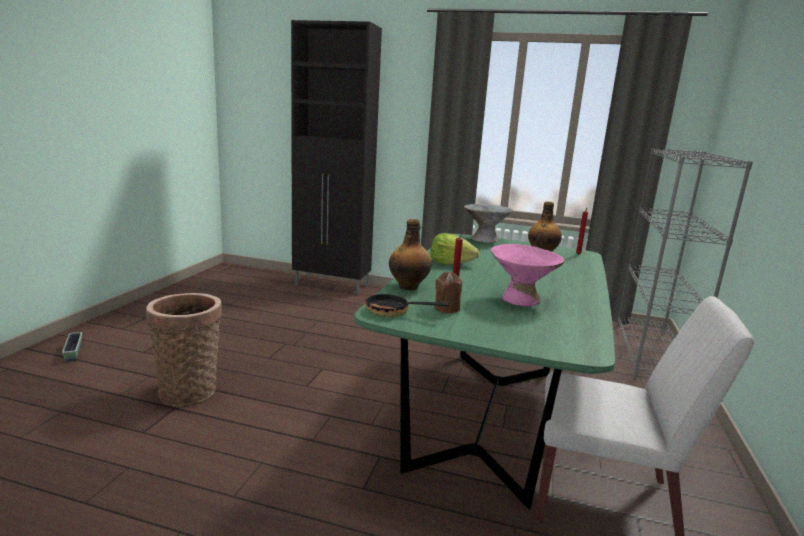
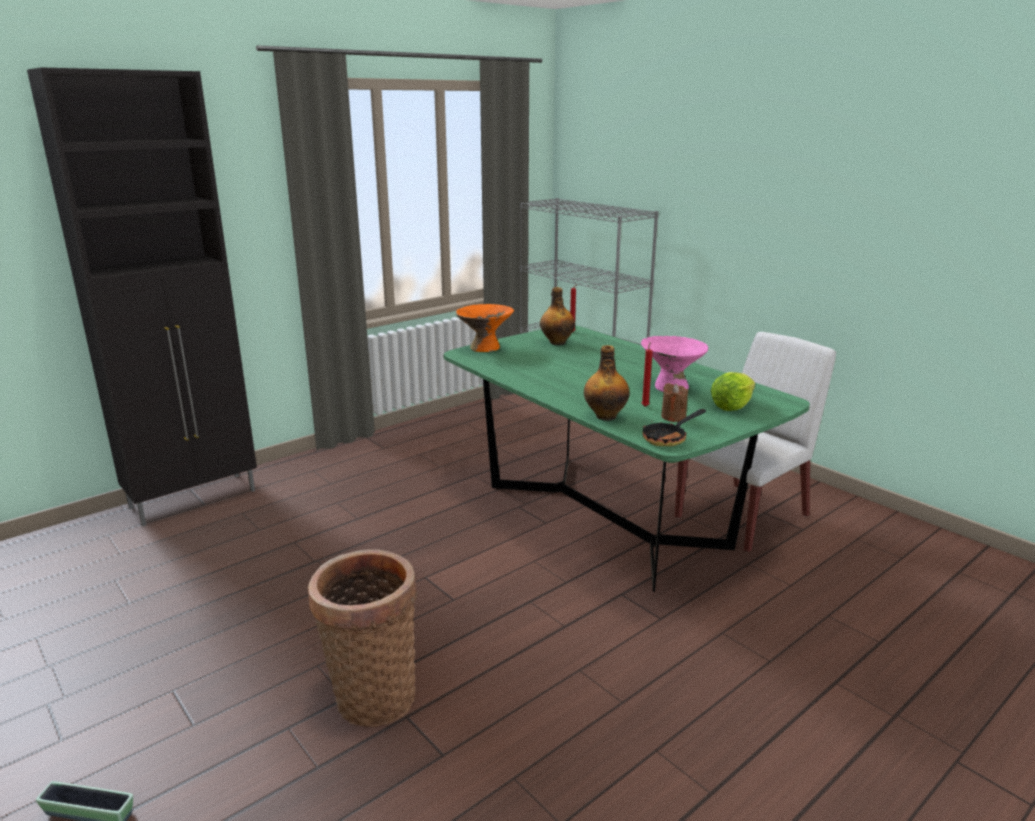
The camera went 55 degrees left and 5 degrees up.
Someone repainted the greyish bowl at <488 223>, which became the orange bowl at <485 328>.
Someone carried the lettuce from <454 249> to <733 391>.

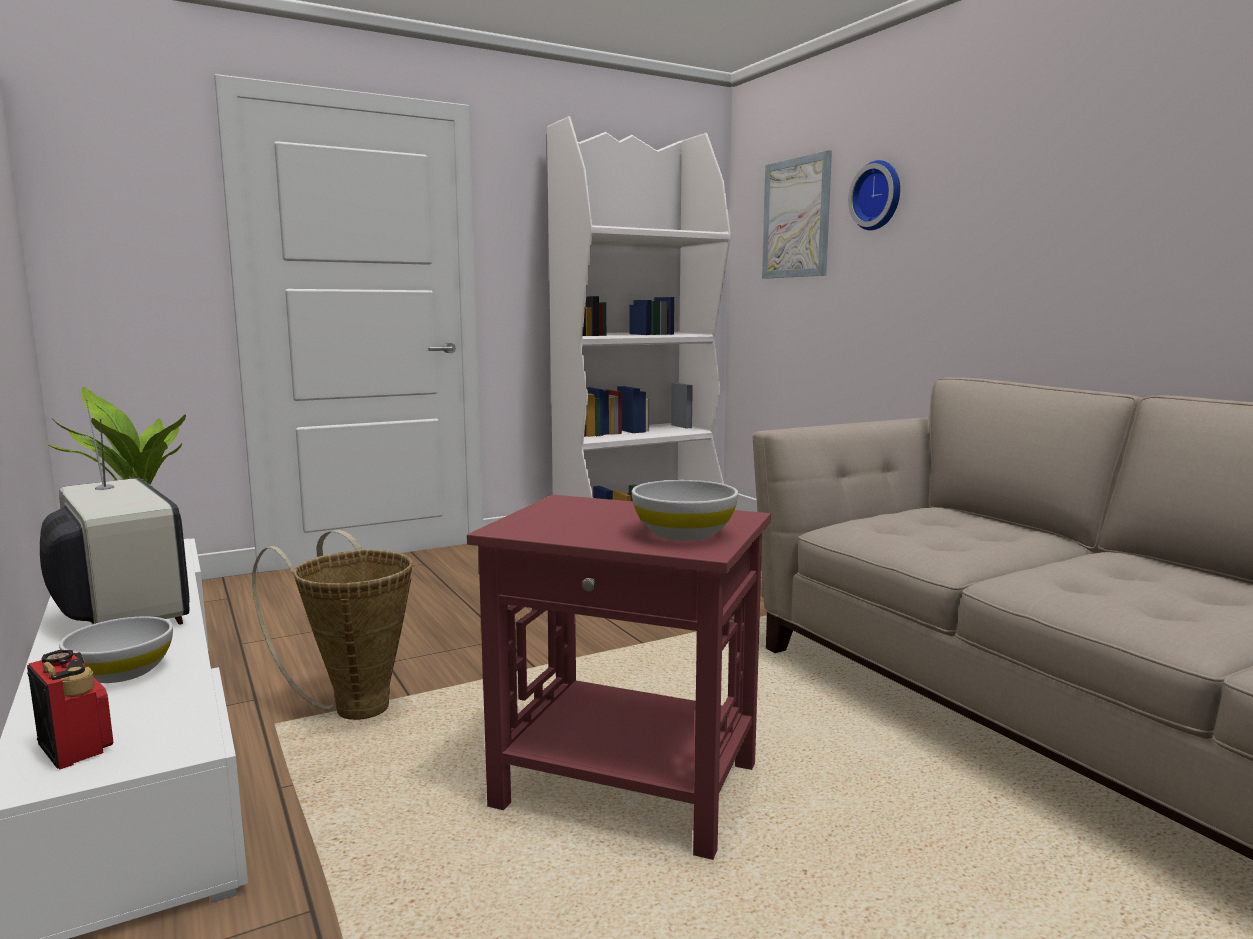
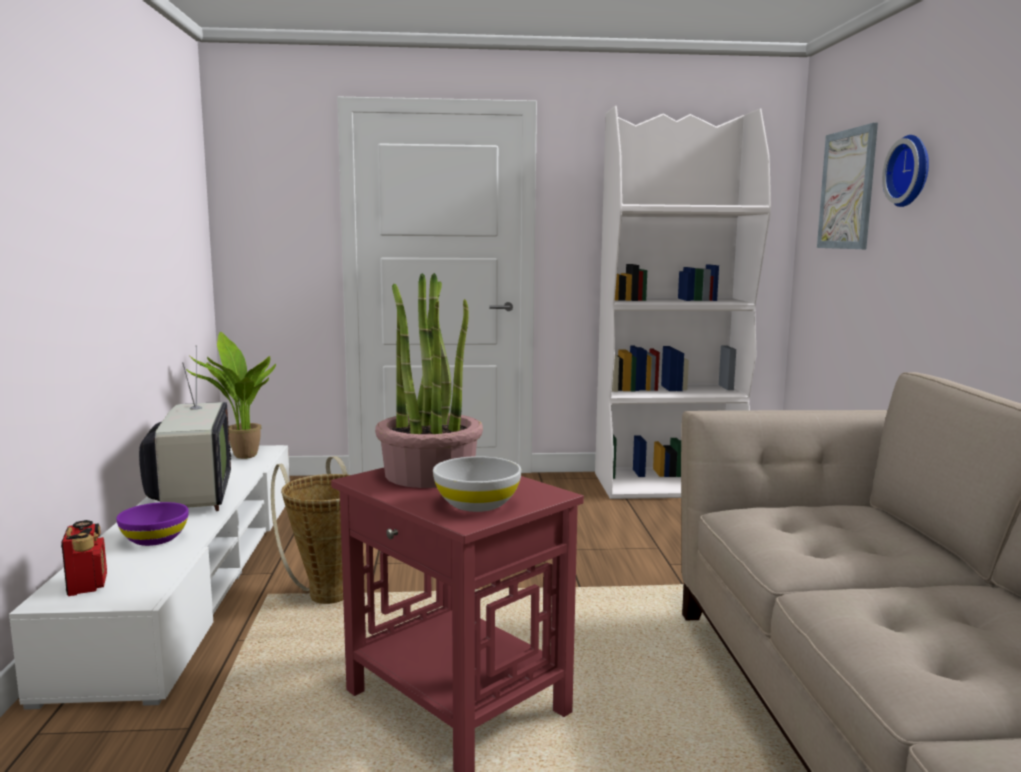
The camera went 25 degrees right and 0 degrees up.
Someone repainted the whitish bowl at <116 649>, which became the purplish bowl at <152 524>.
Someone put down the houseplant at <429 380>.

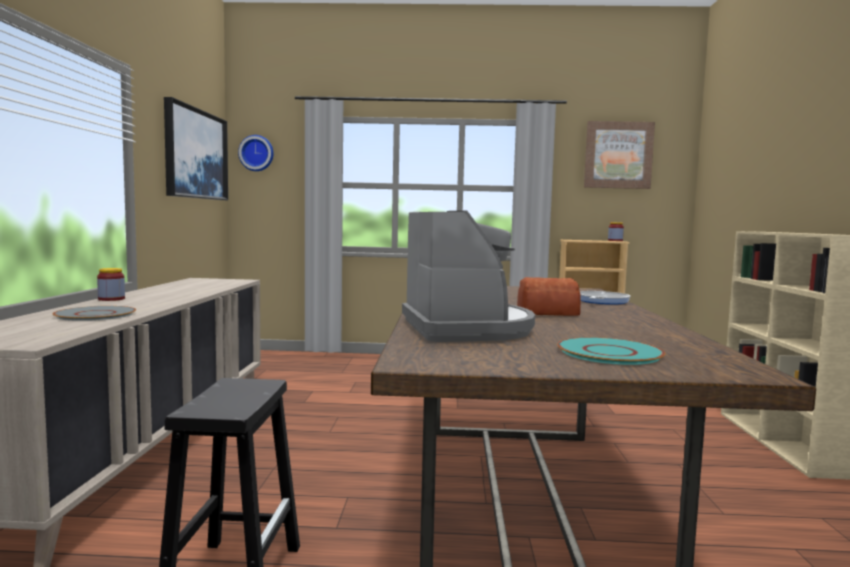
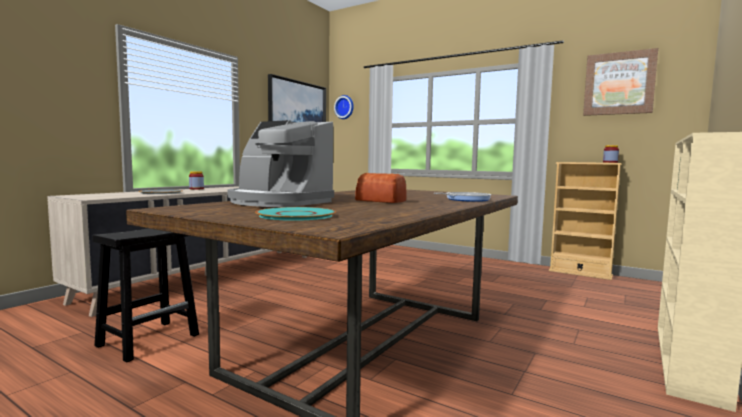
The camera went 30 degrees right and 0 degrees up.
Someone rotated the coffee machine at <468 276> by 105 degrees clockwise.

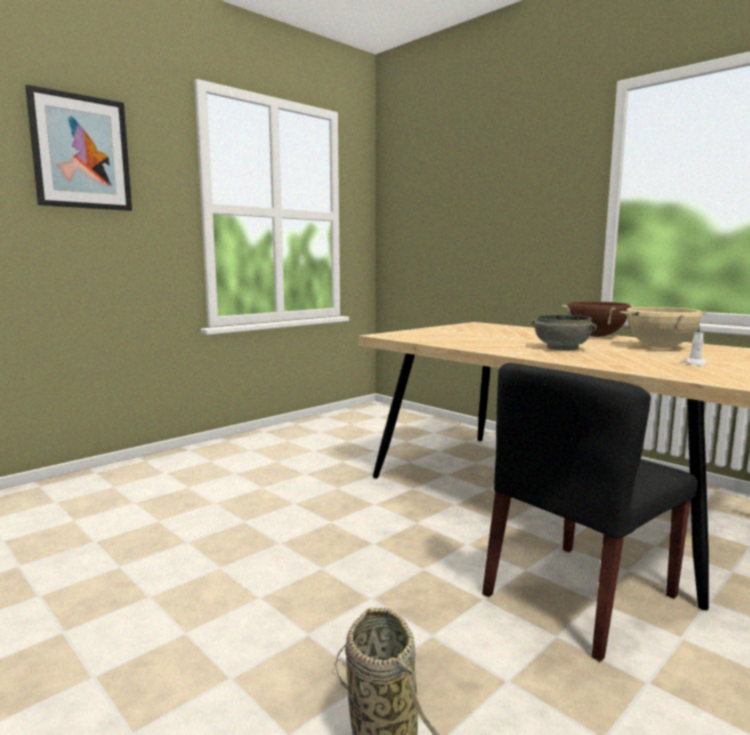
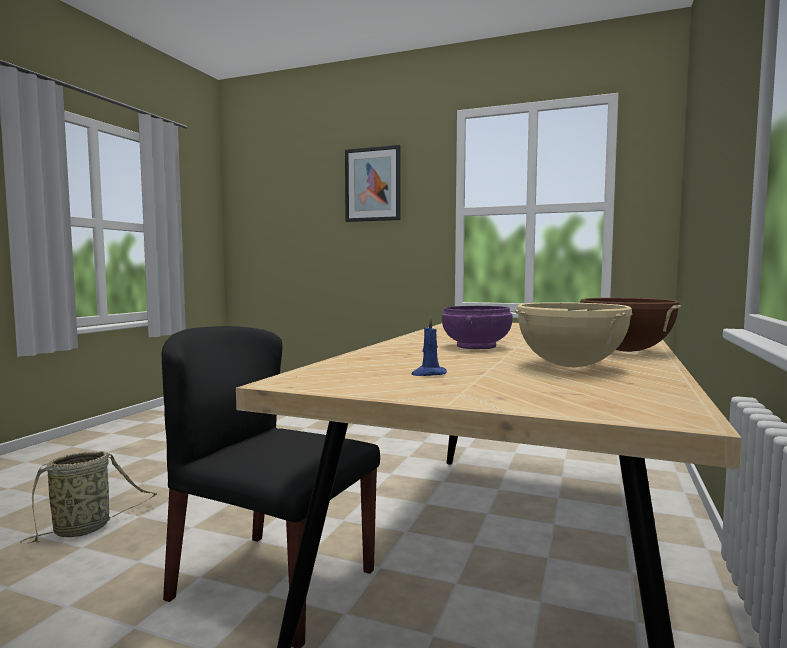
The camera went 65 degrees right and 5 degrees down.
Someone repainted the whitish candle at <695 345>, which became the blue candle at <429 346>.
Someone repainted the greyish bowl at <564 332>, which became the purplish bowl at <477 327>.

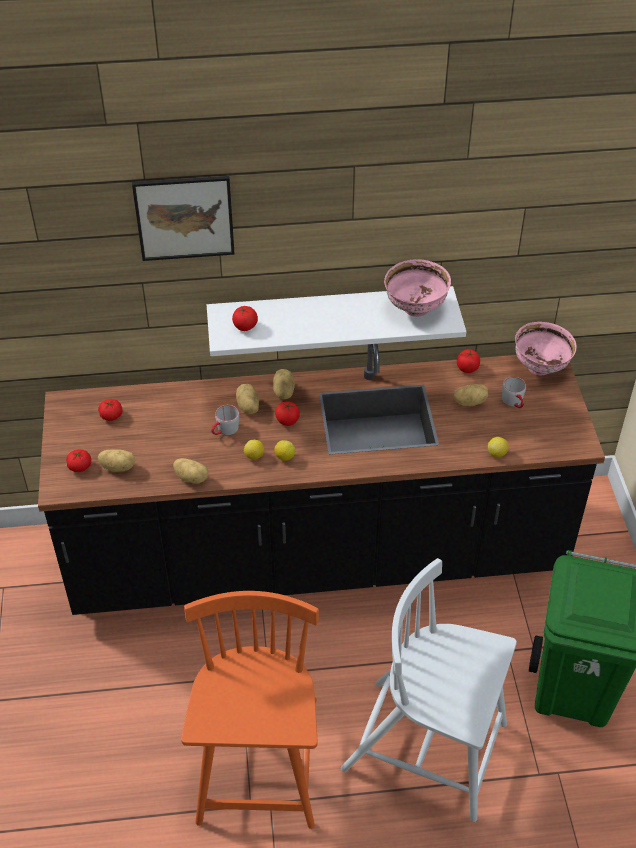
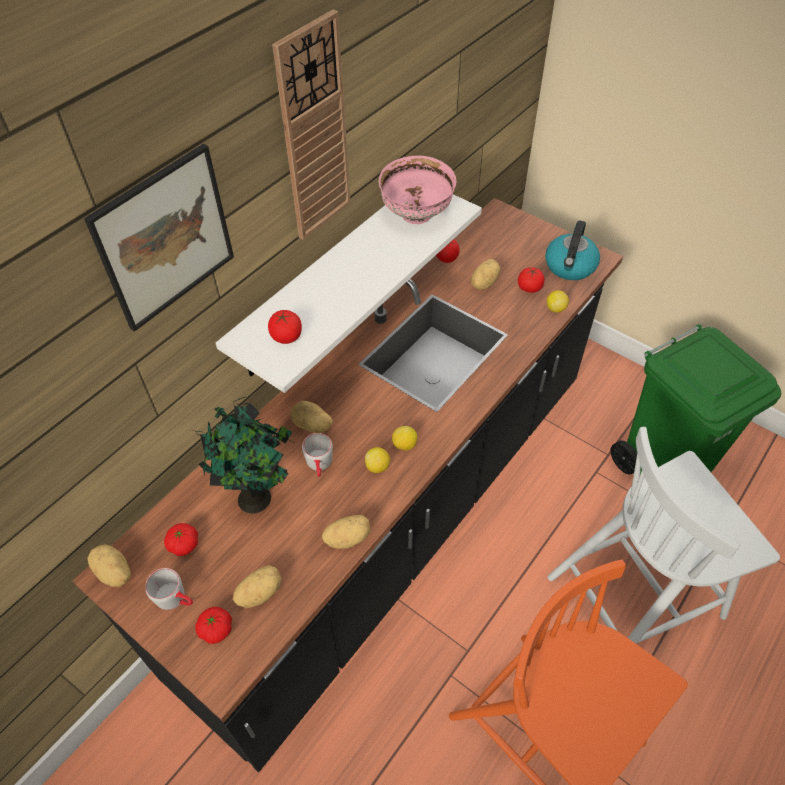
The camera went 45 degrees left and 5 degrees up.
Someone carried the spud from <284 384> to <109 565>.
Someone carried the greyish coffee mug from <514 392> to <169 589>.
Someone put down the houseplant at <241 454>.
Someone put up the clock on the wall at <311 124>.
Someone carried the tomato from <287 413> to <531 280>.
Someone put down the water kettle at <572 250>.
Someone took away the pinkish bowl at <546 348>.

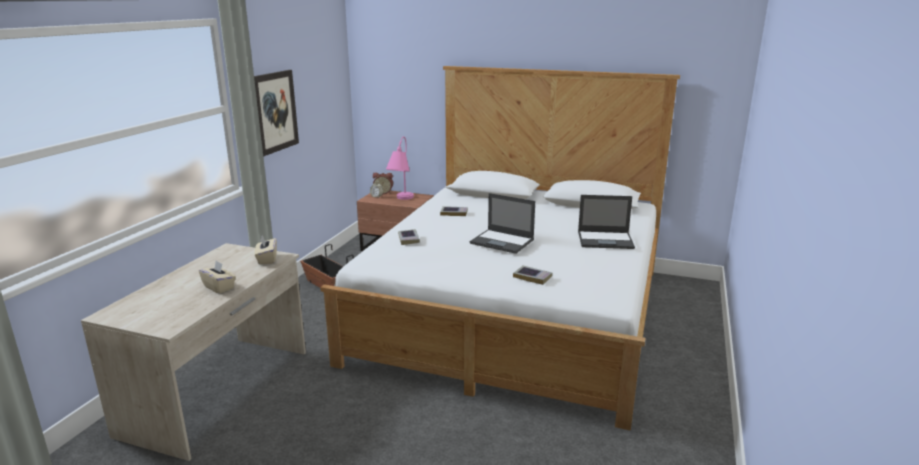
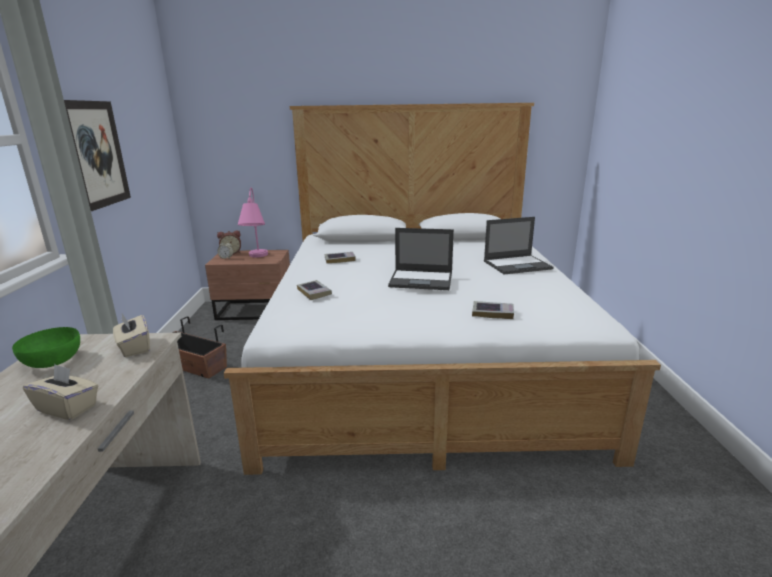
The camera went 20 degrees left and 0 degrees up.
Someone put down the green bowl at <46 347>.

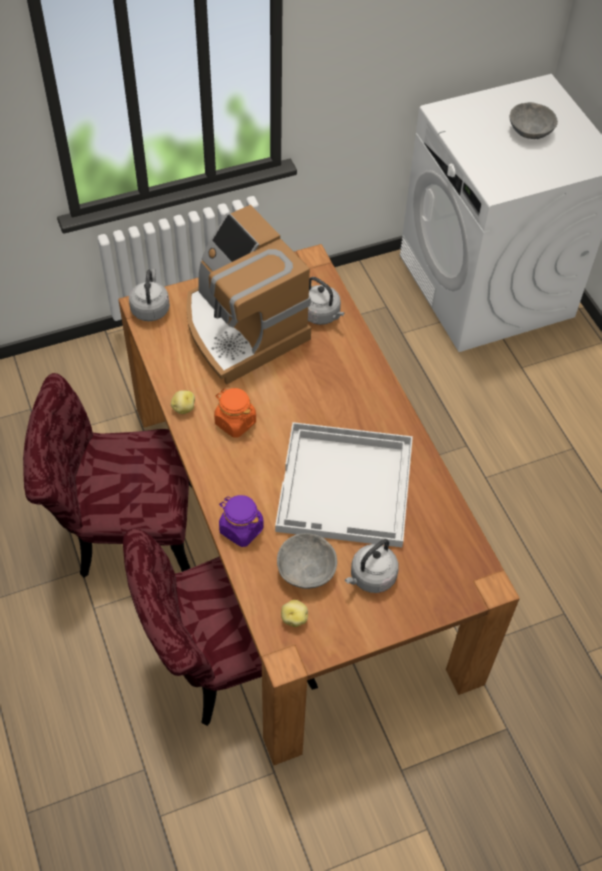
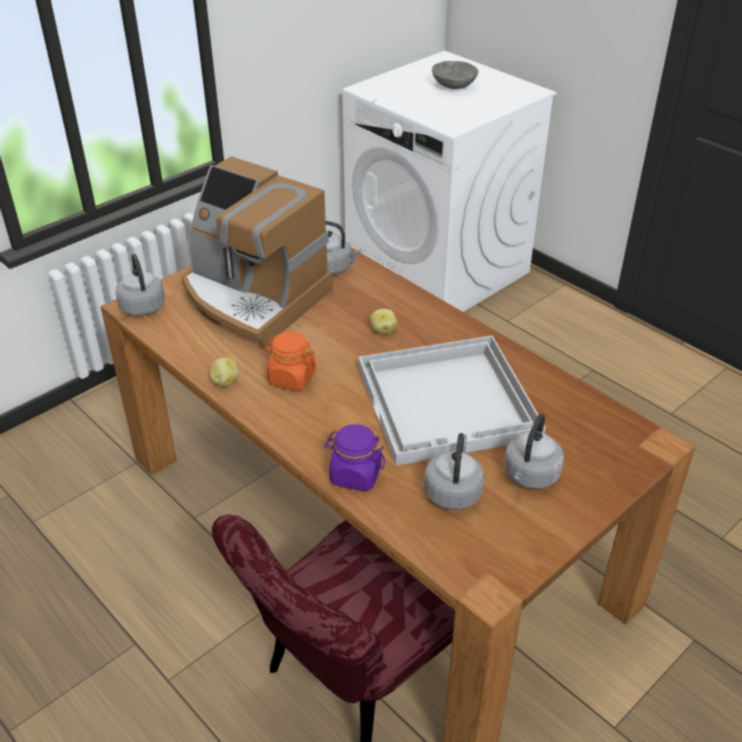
The camera went 20 degrees left and 15 degrees down.
Someone carried the spud from <294 613> to <383 321>.
Someone swapped the greyish bowl at <307 561> for the greyish water kettle at <454 471>.
Someone took away the red upright chair at <107 475>.

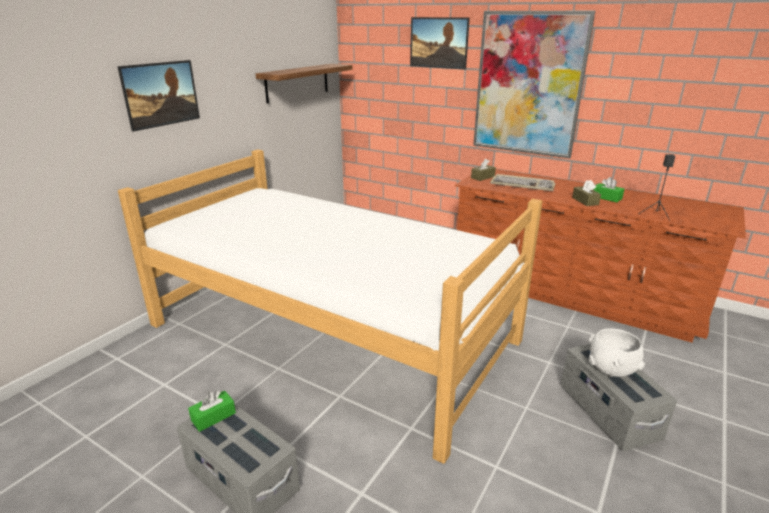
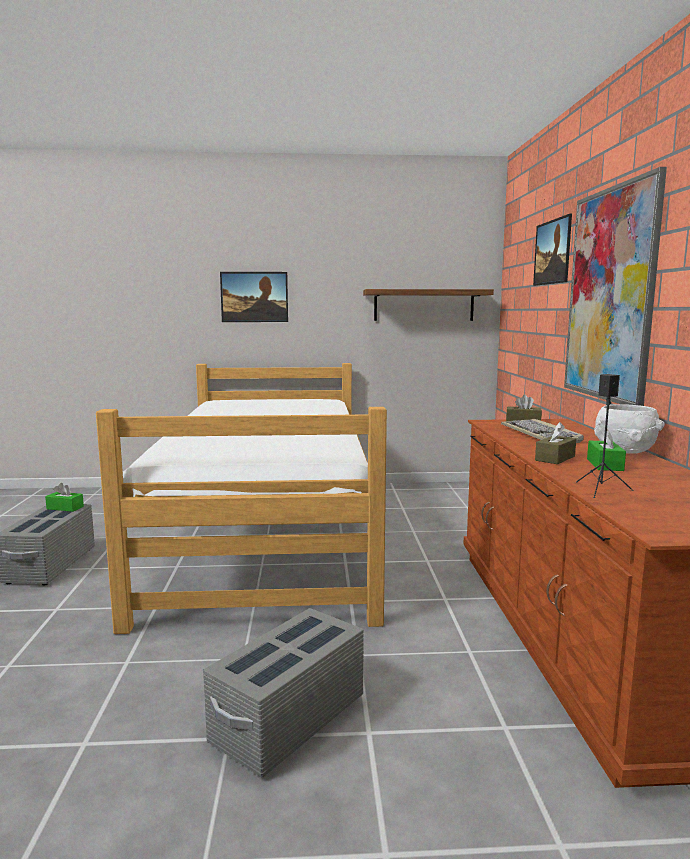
The camera went 55 degrees right and 15 degrees down.
Someone carried the whitish bowl from <617 353> to <629 429>.

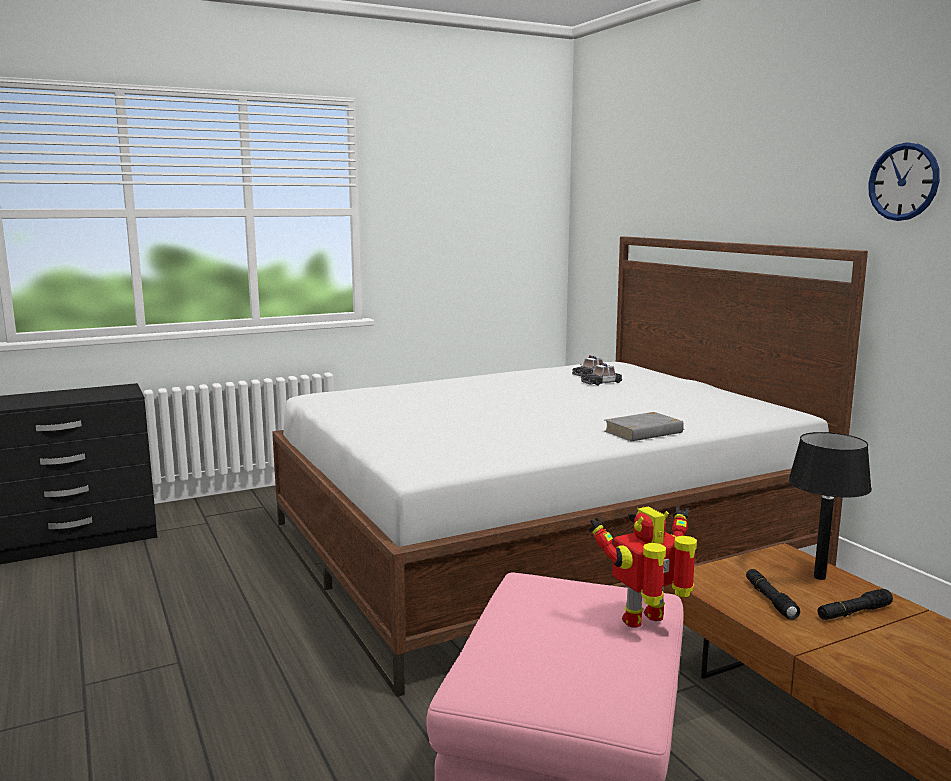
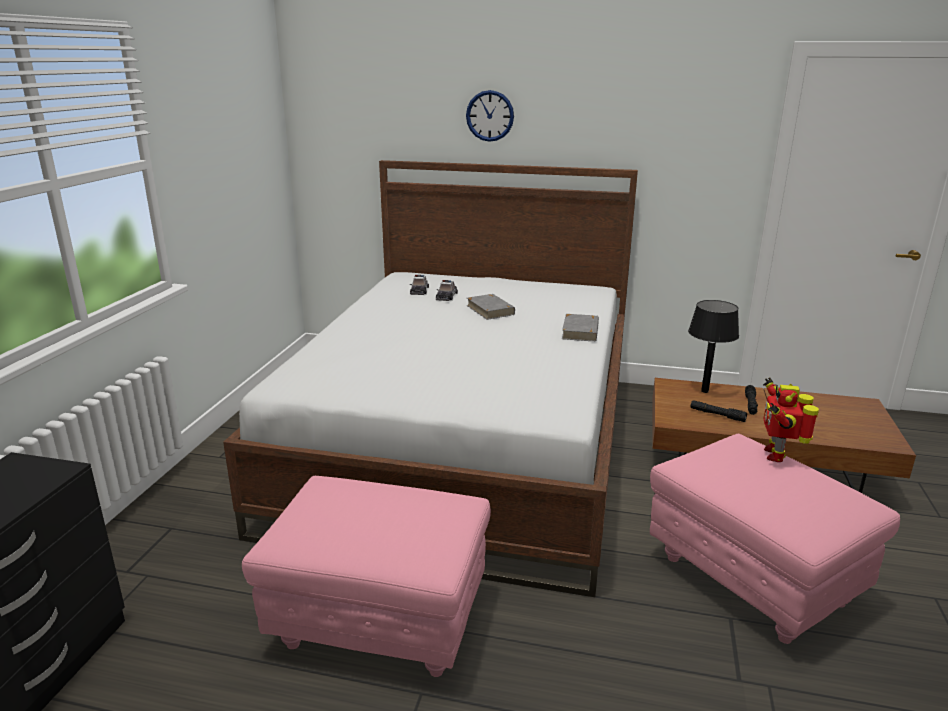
The camera went 50 degrees left and 10 degrees up.
Someone put down the pinkish ottoman at <366 576>.
Someone carried the clock on the wall from <904 181> to <490 116>.
Someone put down the greyish bound book at <491 307>.

